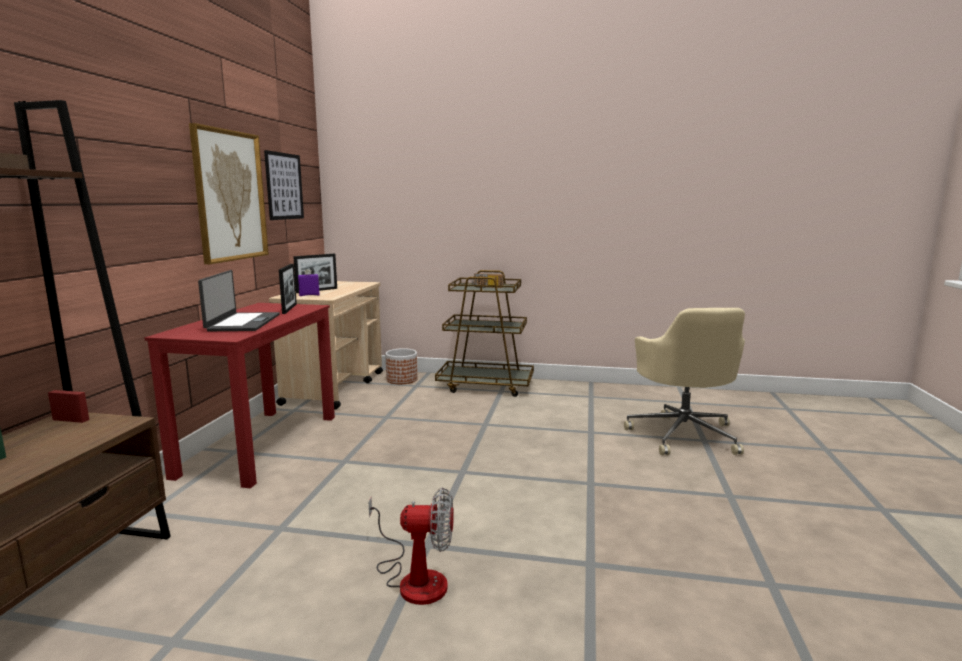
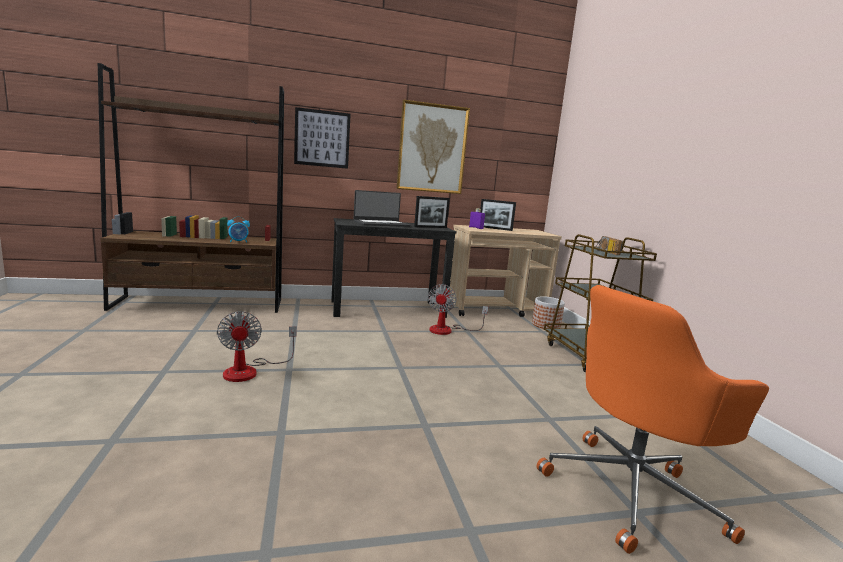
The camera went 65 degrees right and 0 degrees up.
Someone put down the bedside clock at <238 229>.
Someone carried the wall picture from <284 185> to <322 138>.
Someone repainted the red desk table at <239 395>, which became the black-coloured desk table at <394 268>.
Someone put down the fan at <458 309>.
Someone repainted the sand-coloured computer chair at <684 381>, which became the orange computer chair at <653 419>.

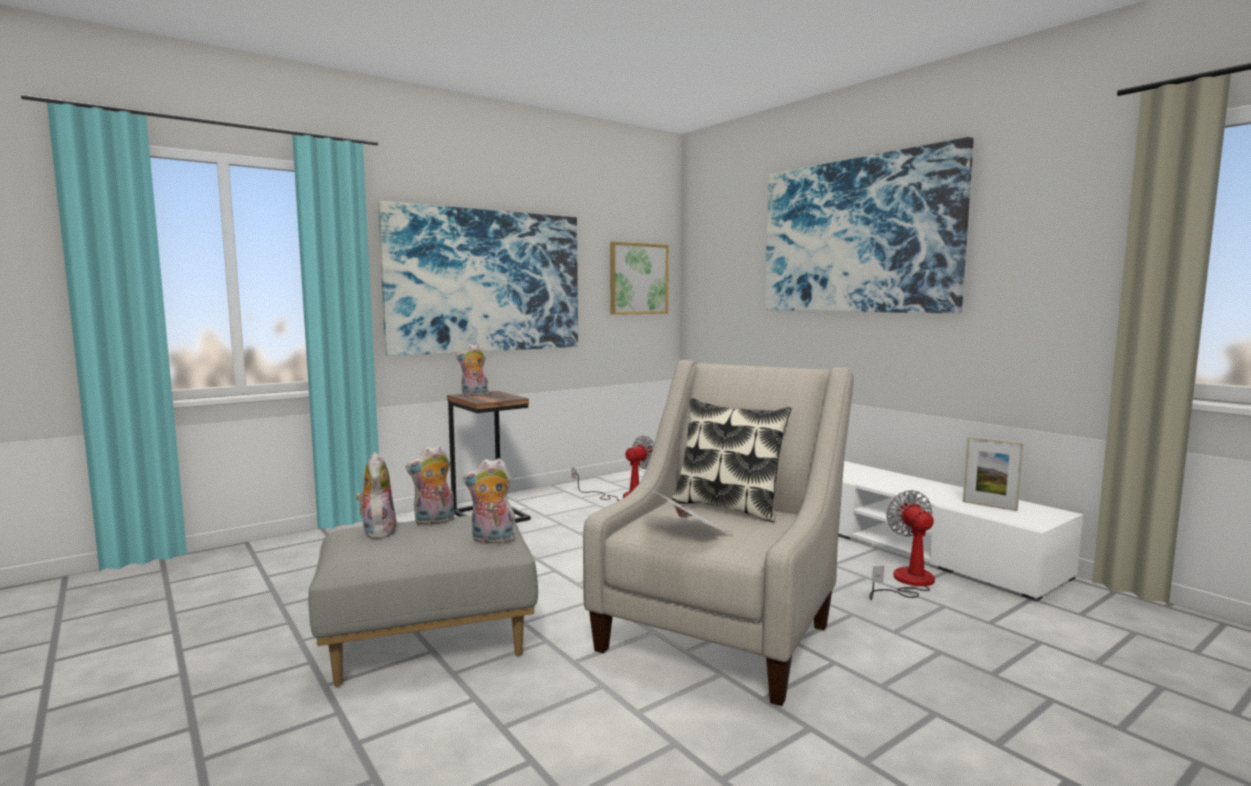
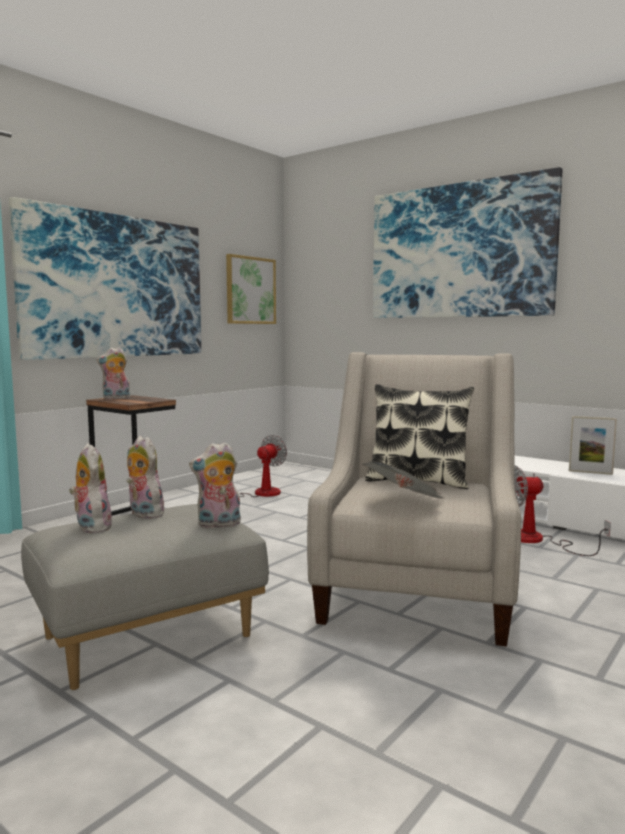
The camera went 15 degrees left and 0 degrees up.
Someone rotated the plush toy at <430 485> by 90 degrees clockwise.
Someone rotated the fan at <902 545> by 75 degrees counterclockwise.

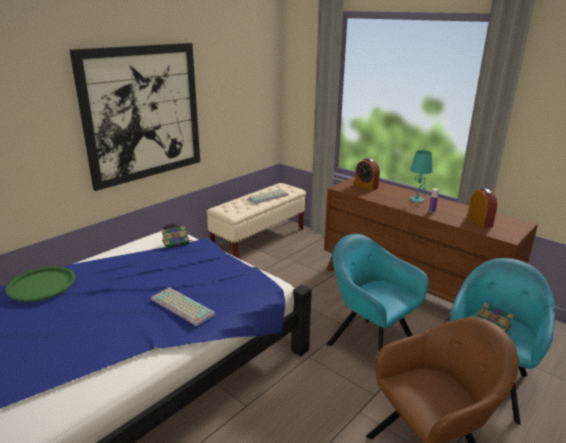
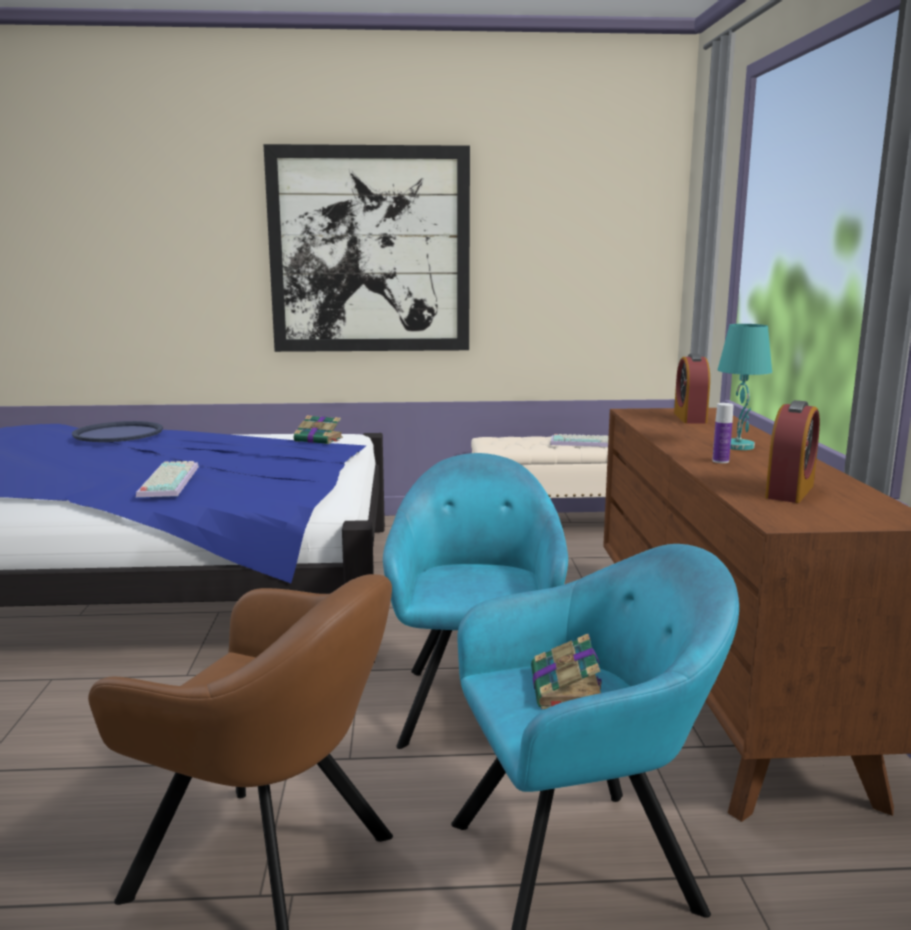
The camera went 45 degrees right and 10 degrees down.
Someone repainted the green serving tray at <41 284>, which became the blue serving tray at <117 431>.

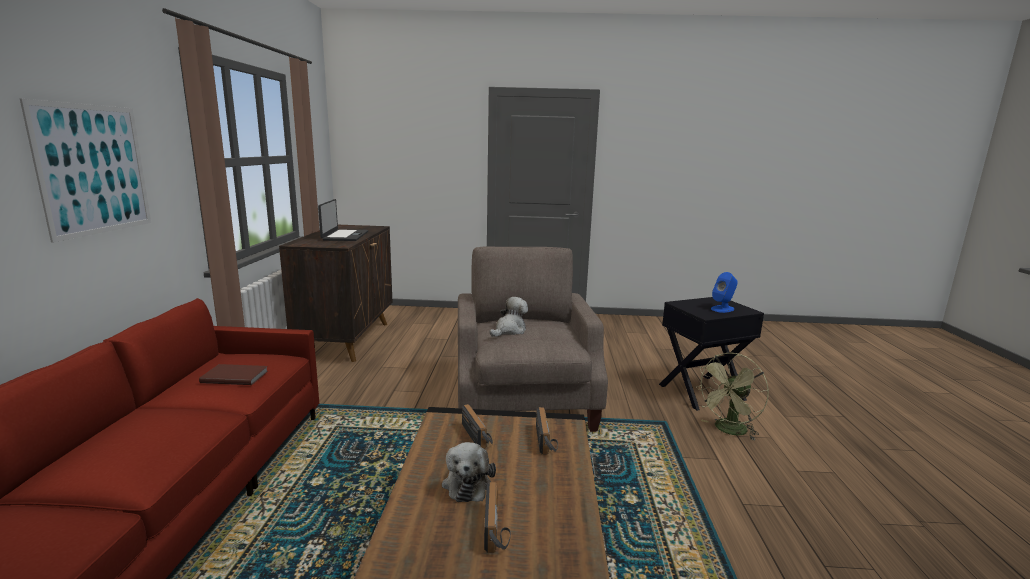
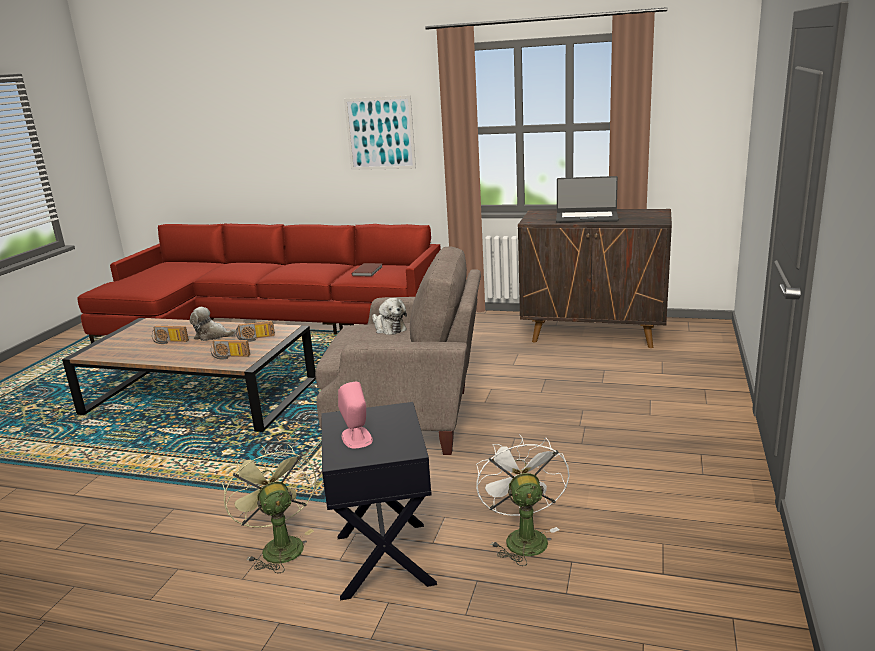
The camera went 105 degrees right and 5 degrees up.
Someone repainted the blue loudspeaker at <724 292>, which became the pinkish loudspeaker at <355 415>.
Someone put down the whitish fan at <523 500>.

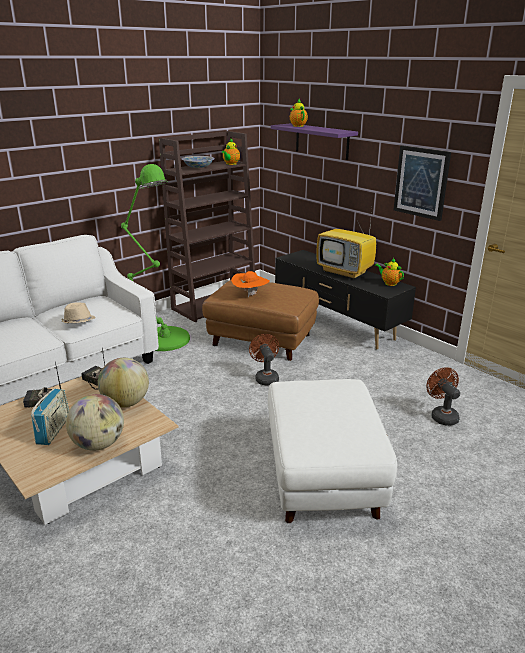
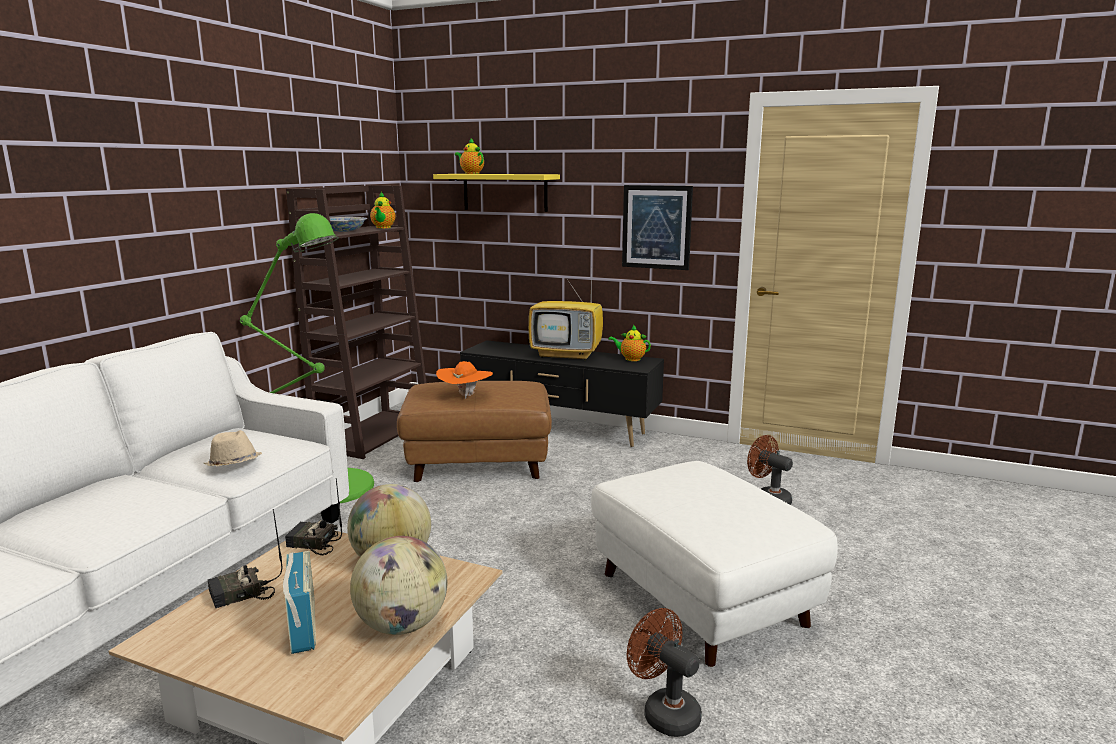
The camera went 25 degrees left and 10 degrees down.
Someone repainted the purplish bracket shelf at <314 141>, which became the yellow-coloured bracket shelf at <496 193>.
Someone carried the brown-coloured fan from <264 360> to <664 672>.

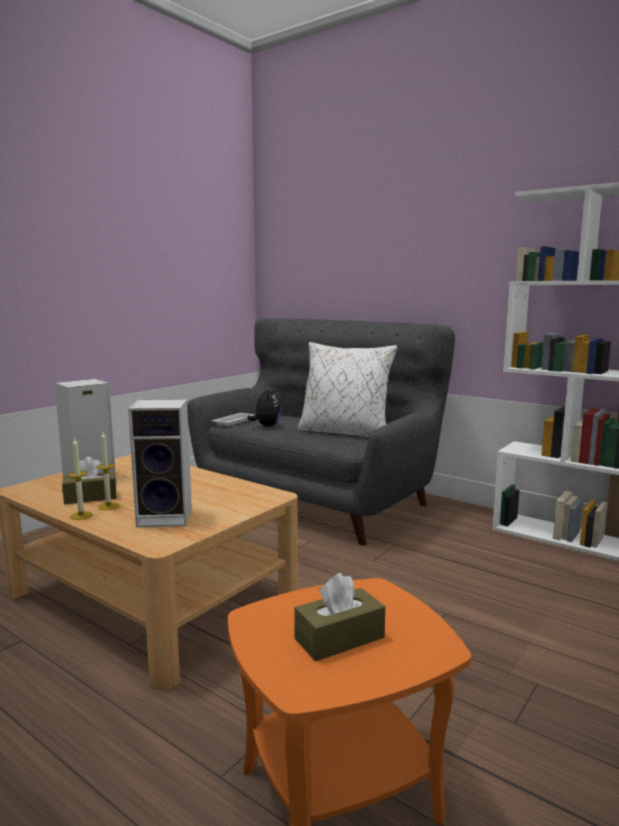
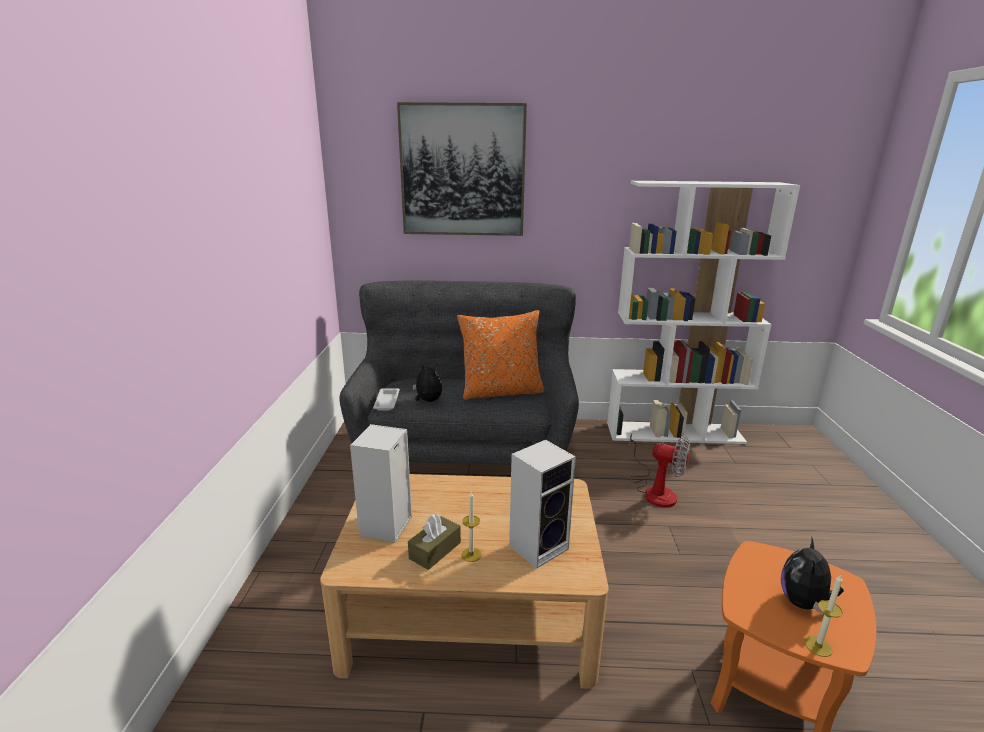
The camera went 35 degrees left and 10 degrees up.
Someone put up the wall picture at <462 169>.
Someone repainted the whitish cushion at <348 390>, which became the orange cushion at <501 355>.
Someone put down the fan at <660 470>.
Someone swapped the brown-coloured box of tissues at <339 617> for the plush toy at <812 576>.
Someone carried the candle from <80 479> to <823 616>.

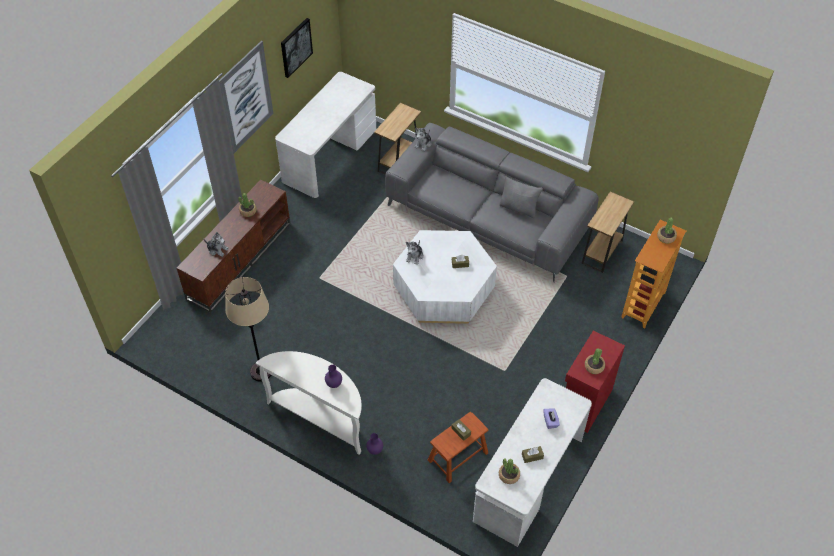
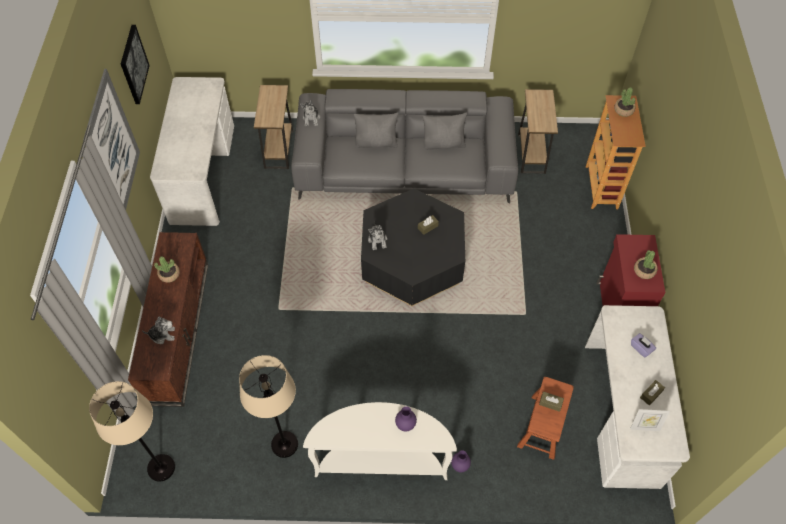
The camera went 30 degrees left and 5 degrees up.
Someone put down the sand-coloured standard lamp at <132 431>.
Someone put down the greyish cushion at <376 130>.
Someone repainted the whitish lounge table at <445 277>, which became the black-coloured lounge table at <413 247>.
Someone swapped the houseplant at <509 471> for the photo frame at <650 420>.

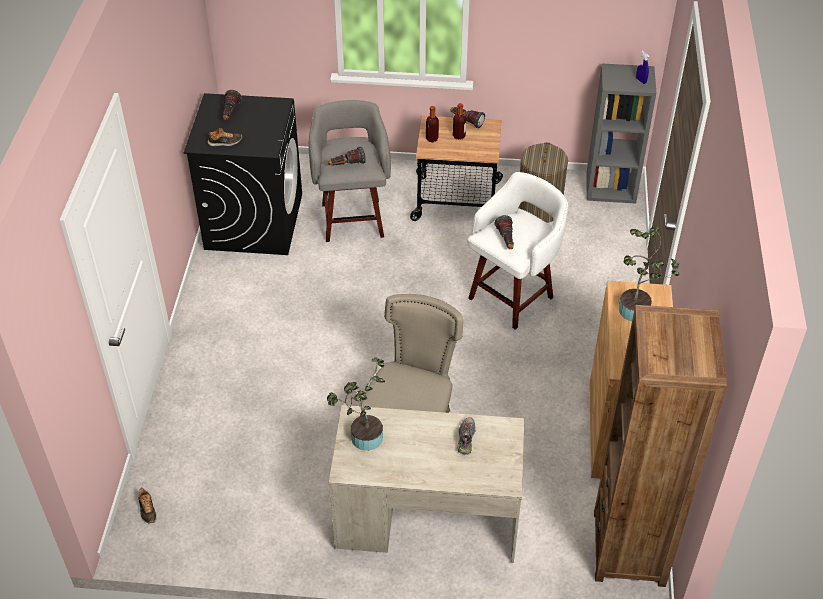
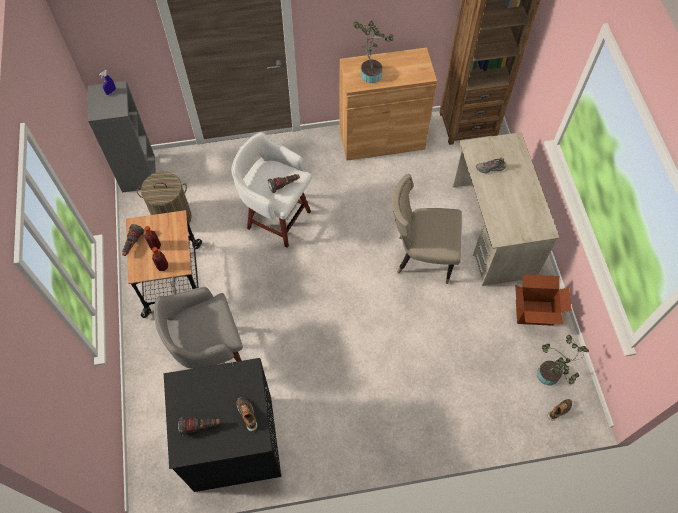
The camera went 105 degrees left and 15 degrees up.
Someone put down the carton at <543 300>.
Someone carried the houseplant from <356 404> to <563 360>.
Someone took away the torch at <347 156>.

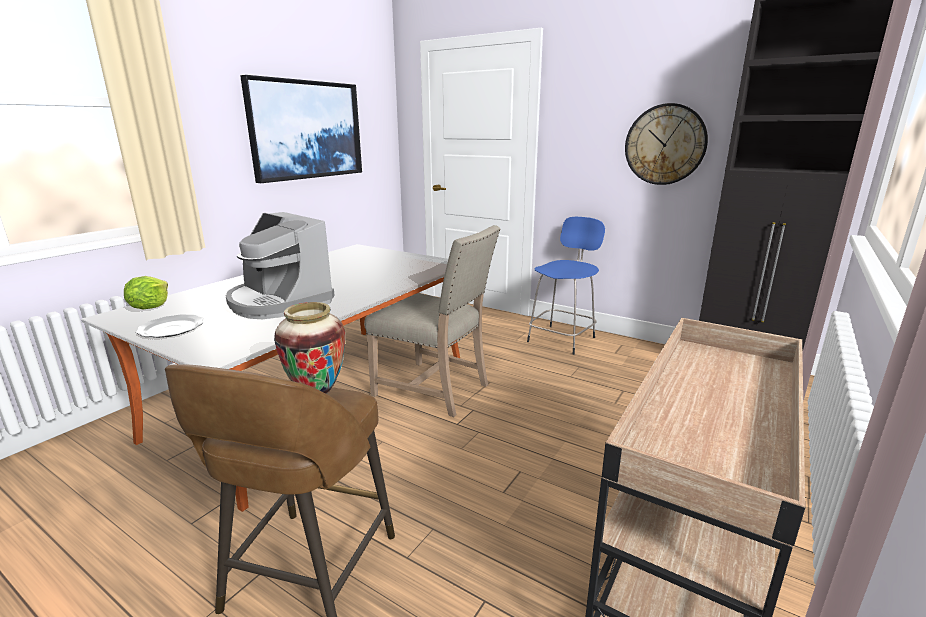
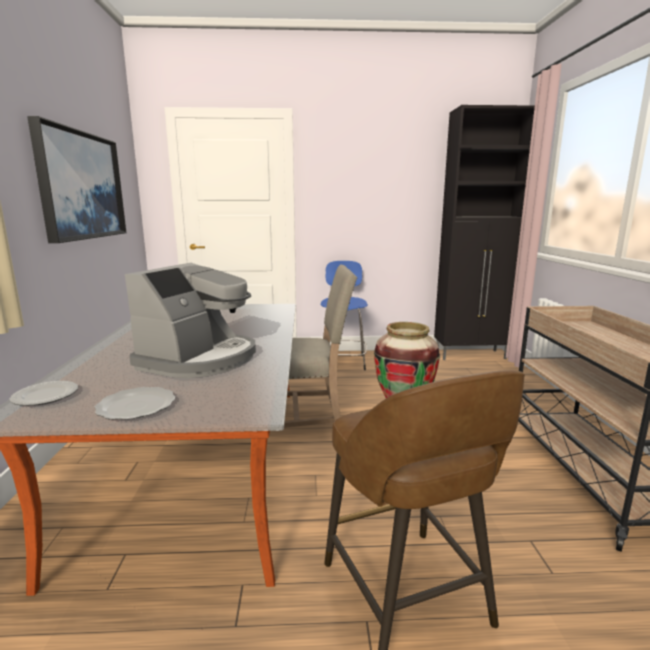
The camera went 35 degrees left and 5 degrees down.
Someone swapped the lettuce at <146 293> for the plate at <44 393>.
Someone rotated the coffee machine at <280 265> by 75 degrees counterclockwise.
Someone took away the clock on the wall at <666 144>.

